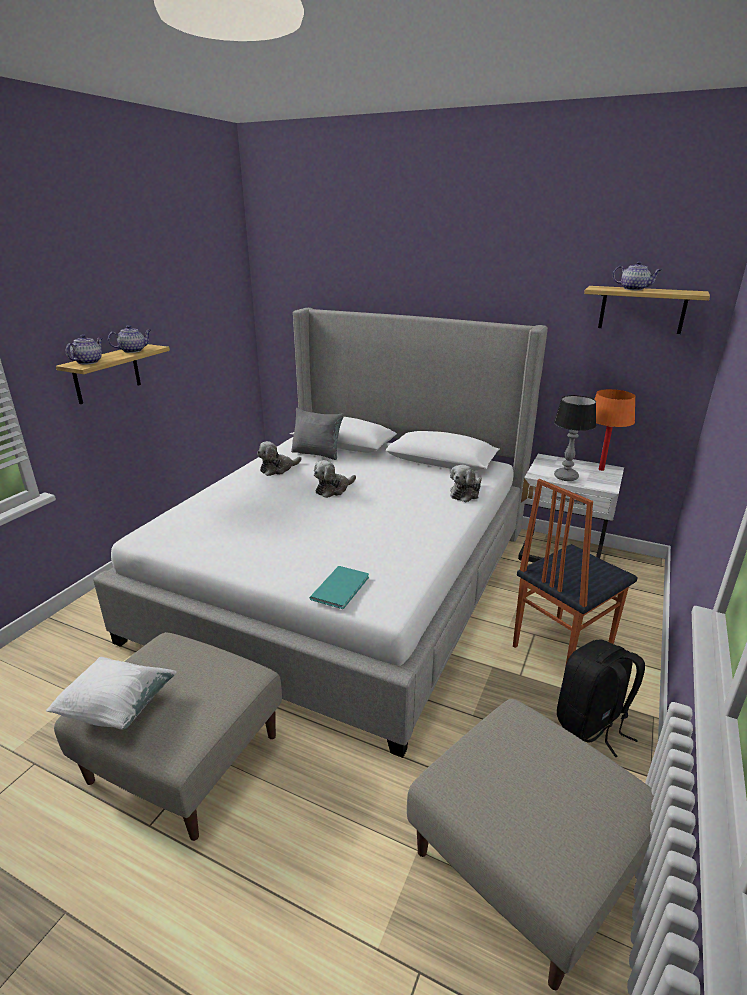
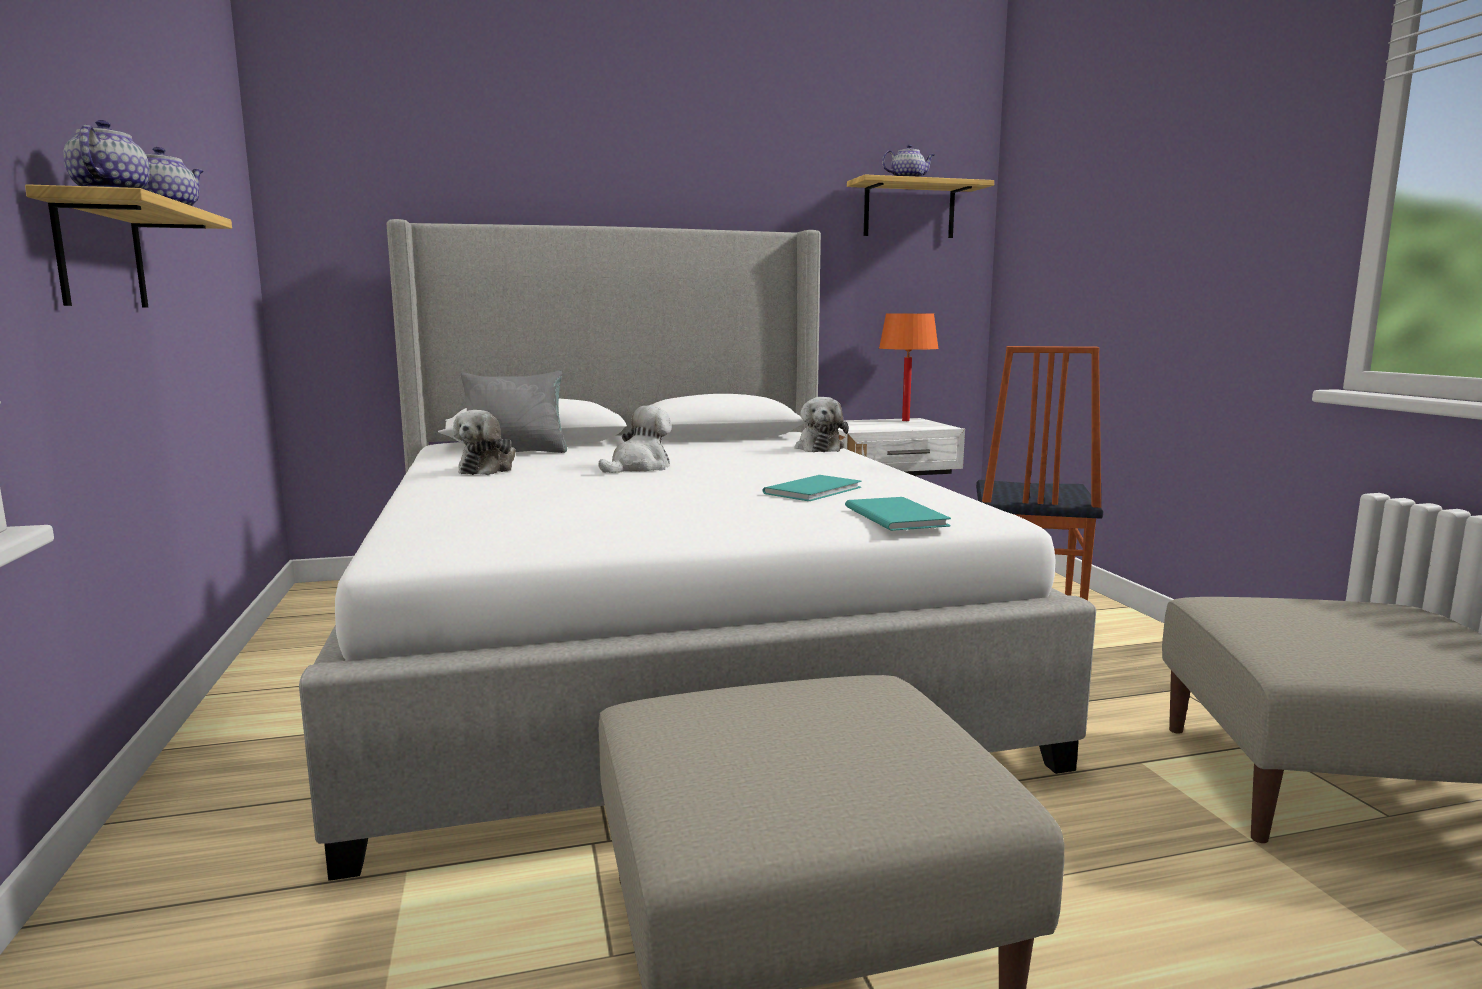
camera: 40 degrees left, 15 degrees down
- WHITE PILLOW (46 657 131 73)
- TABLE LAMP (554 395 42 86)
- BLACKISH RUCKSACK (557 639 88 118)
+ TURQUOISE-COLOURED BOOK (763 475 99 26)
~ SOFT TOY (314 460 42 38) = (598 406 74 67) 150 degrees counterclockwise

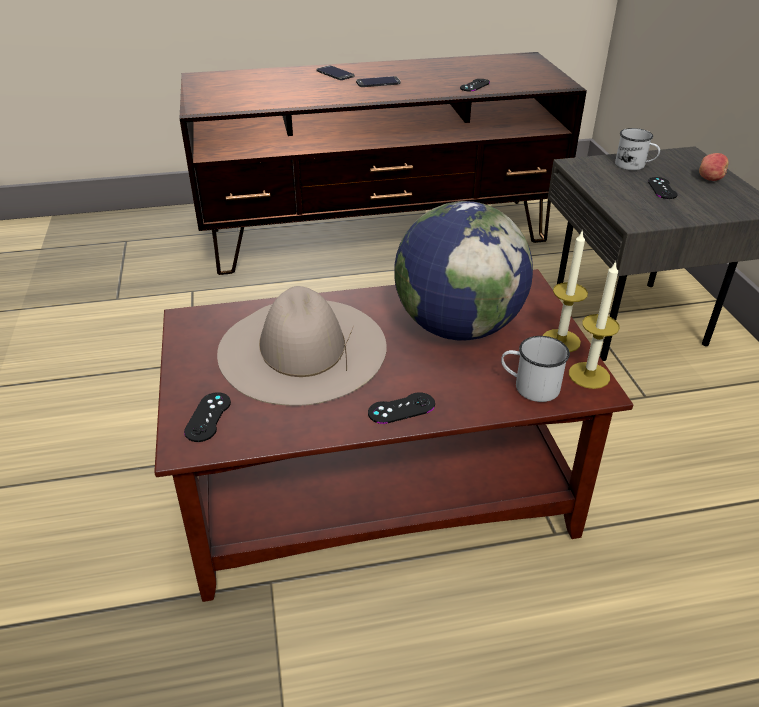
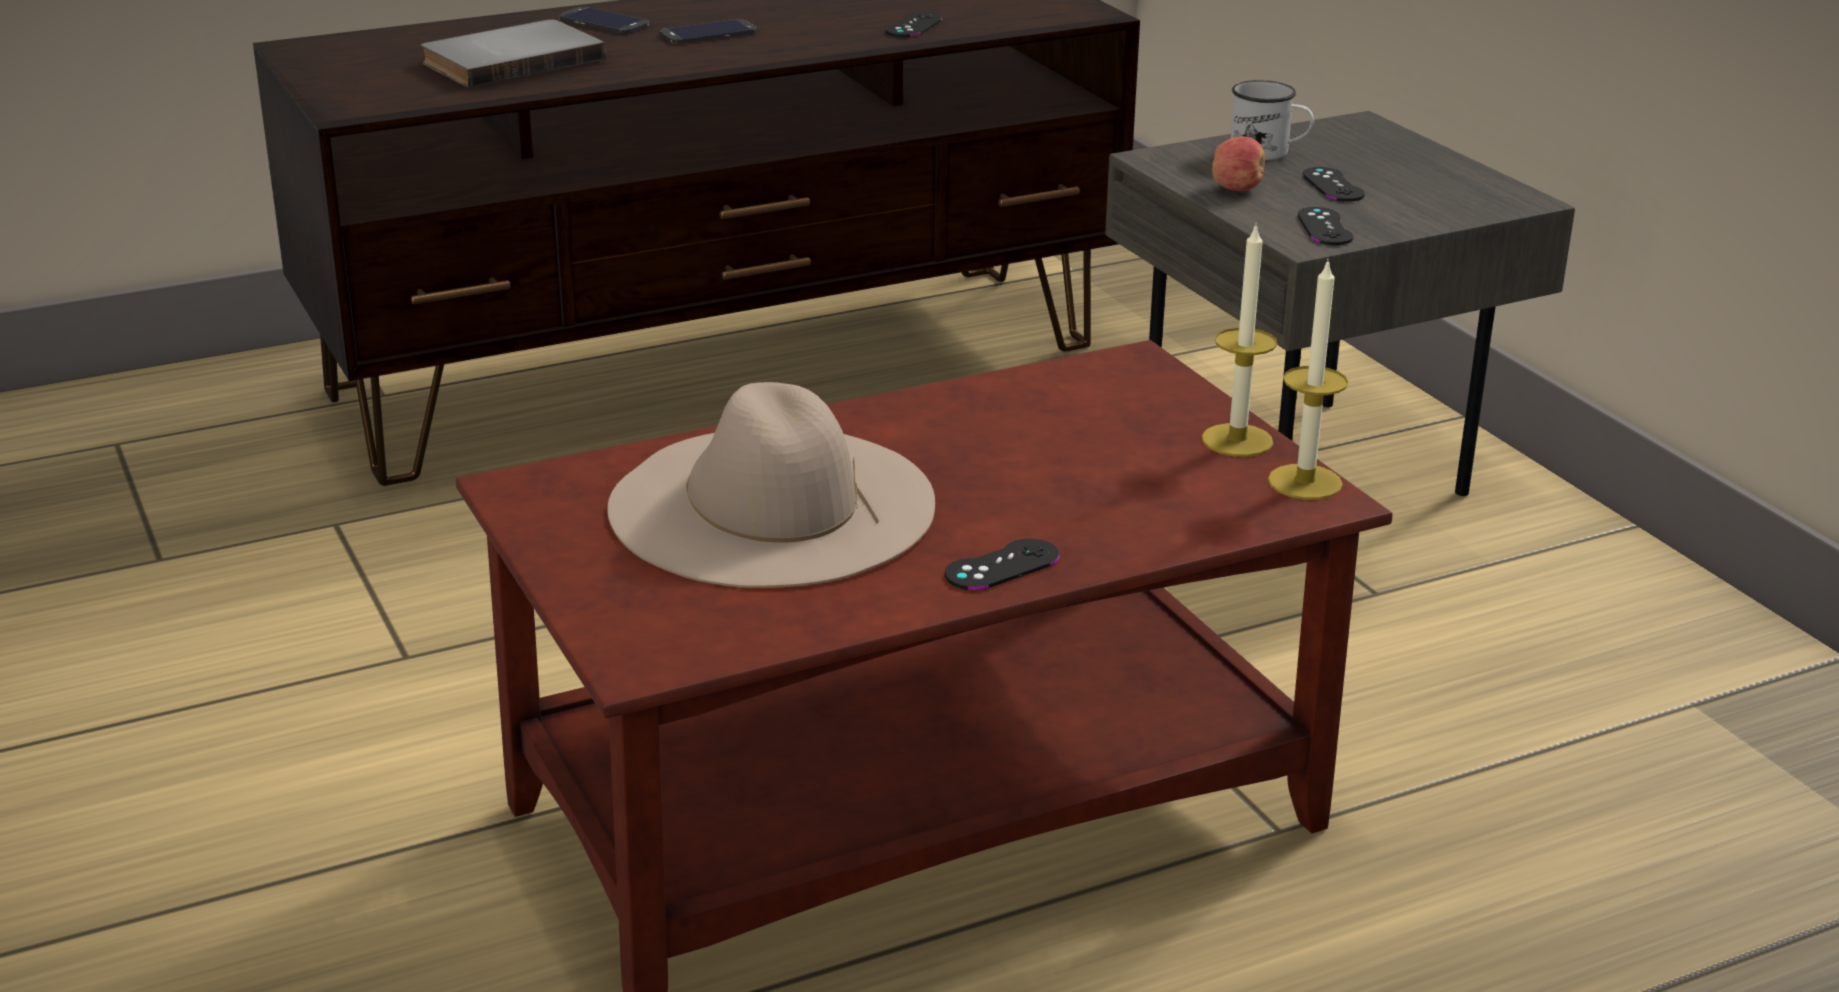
camera: 15 degrees left, 10 degrees down
- DESK GLOBE (394 201 139 140)
- WHITE MUG (501 336 69 66)
+ GRAY BOOK (421 19 185 68)
~ BLACKISH GAME CONTROLLER (184 392 47 50) to (1297 207 56 38)
~ APPLE (699 153 30 28) to (1212 136 53 55)

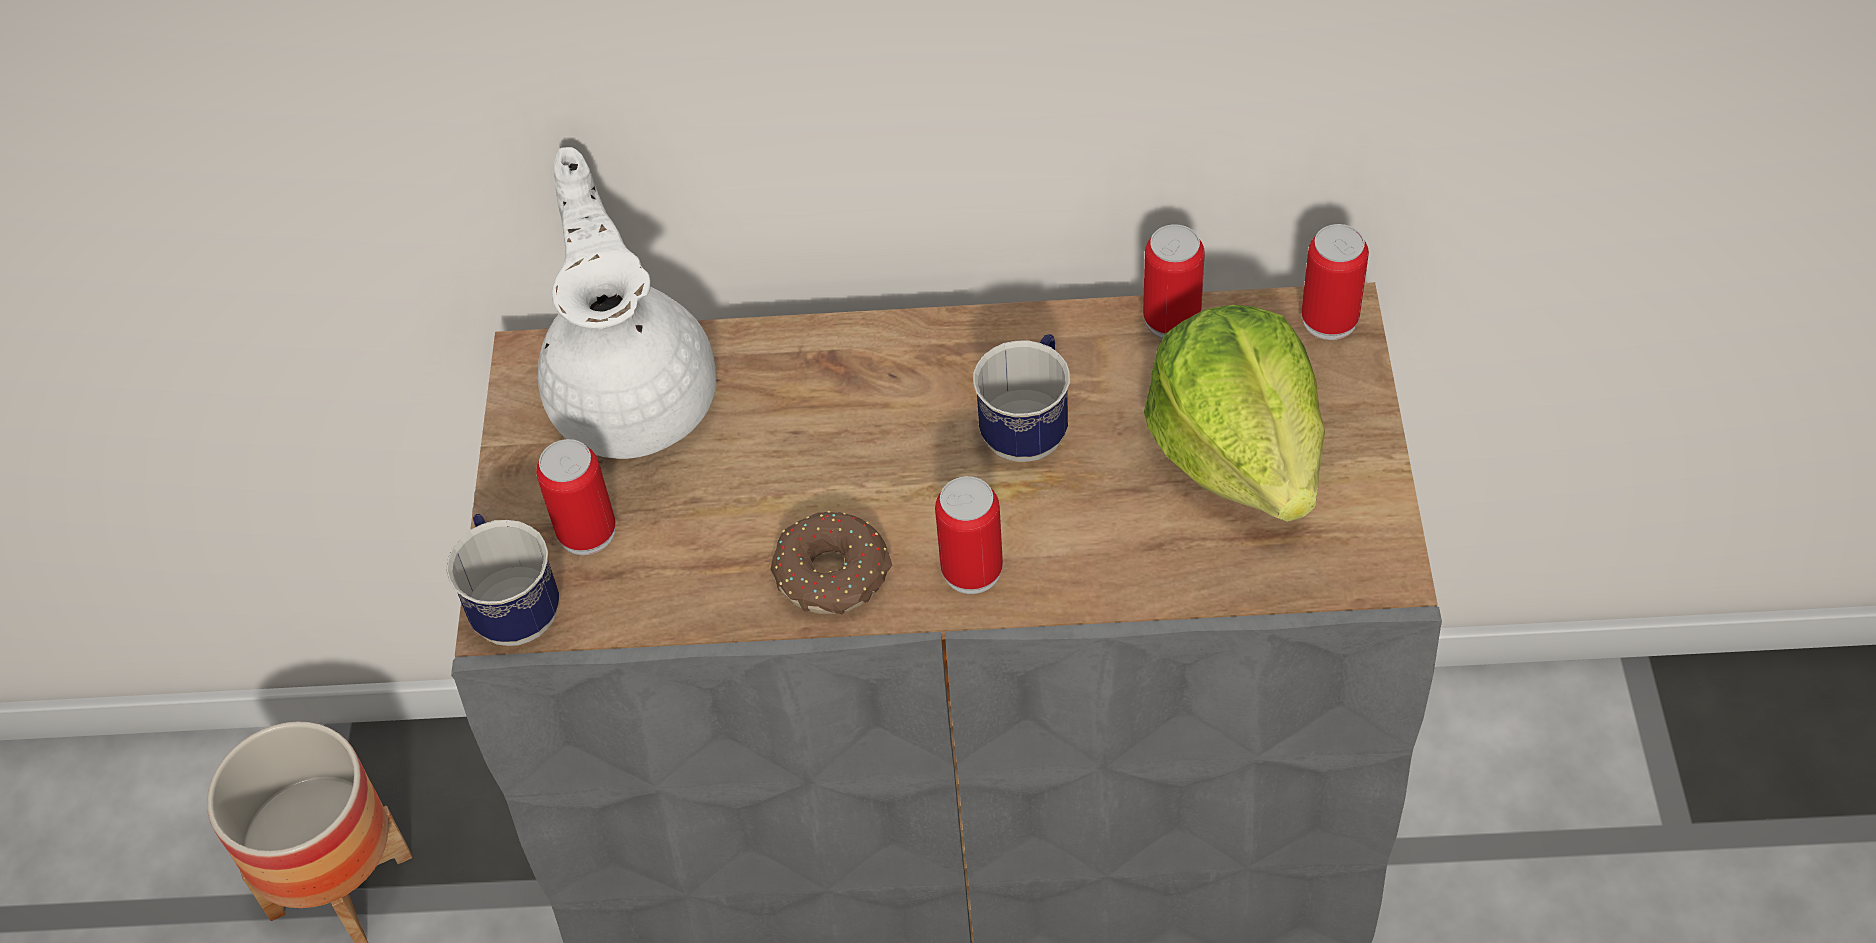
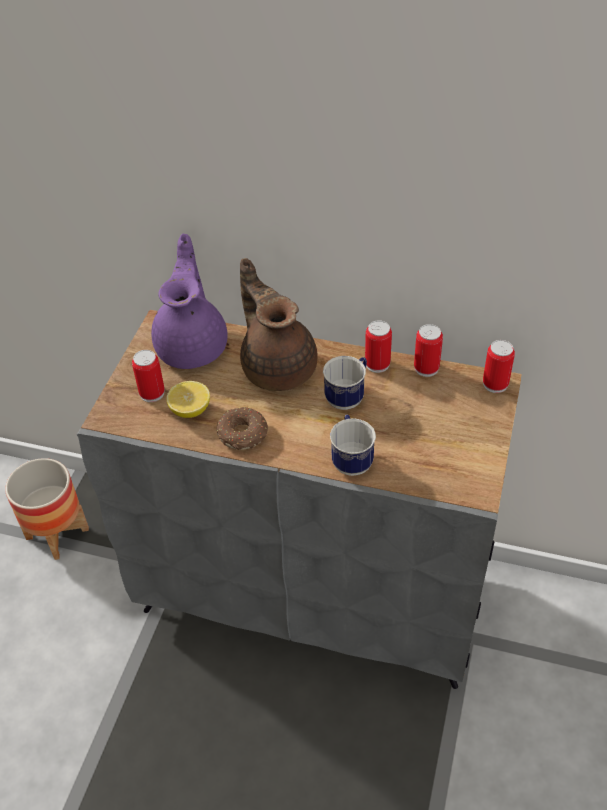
camera: 15 degrees right, 5 degrees down
- LETTUCE (1144 305 181 217)
+ LEMON (166 381 44 37)
+ BROWN POT FOR TEA (240 258 77 133)
~ MUG (446 514 113 132) to (330 414 46 62)
~ SEALED CAN (935 476 68 118) to (365 320 27 53)
~ WHITE POT FOR TEA (538 147 179 312) to PURPLE POT FOR TEA (151 234 77 135)

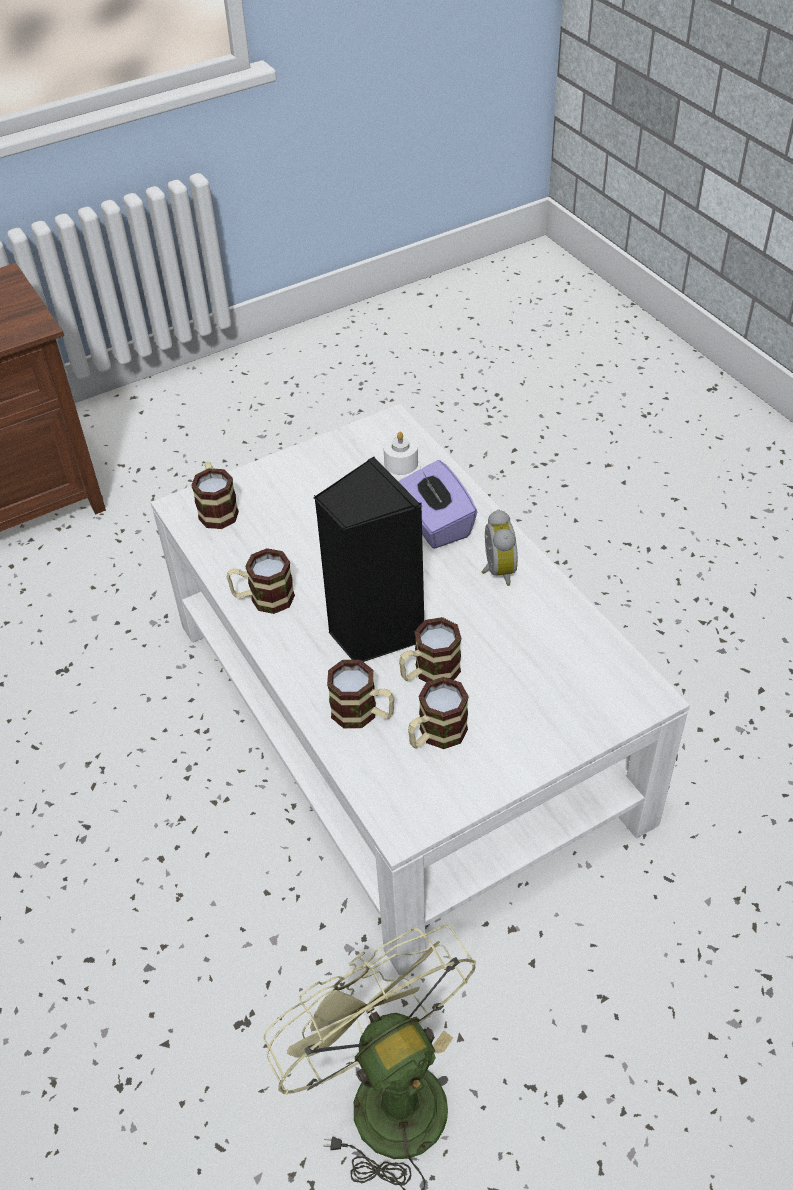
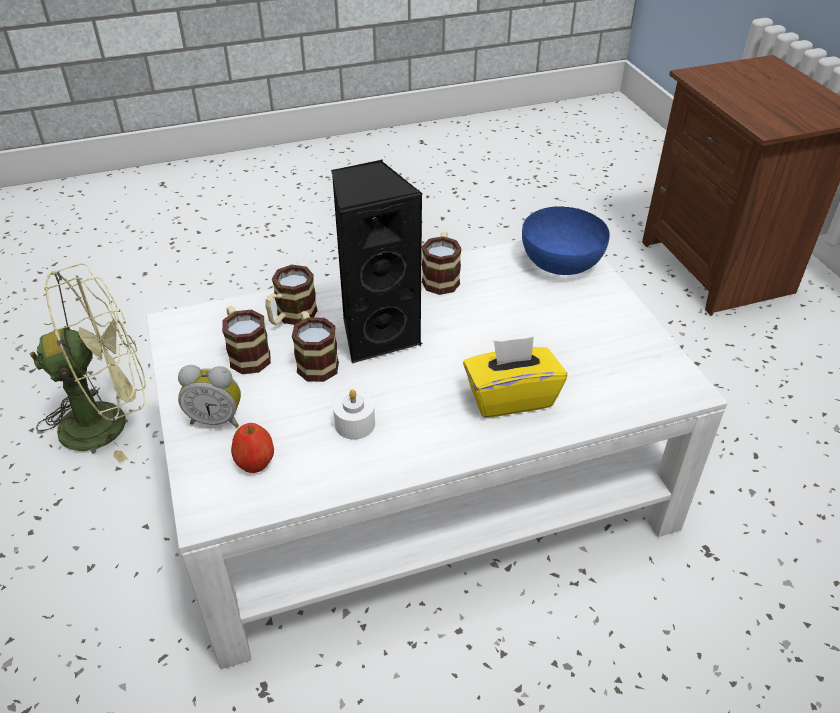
camera: 100 degrees right, 5 degrees down
+ APPLE (231 423 43 50)
~ WHITE CANDLE (383 432 35 43) to (333 389 42 51)
~ ALARM CLOCK (482 509 36 77) to (178 365 63 62)
~ MUG (191 462 48 67) to BLUE-COLOURED BOWL (522 206 88 69)
~ PURPLE TISSUE HOLDER (398 460 79 89) to YELLOW TISSUE HOLDER (463 337 104 81)

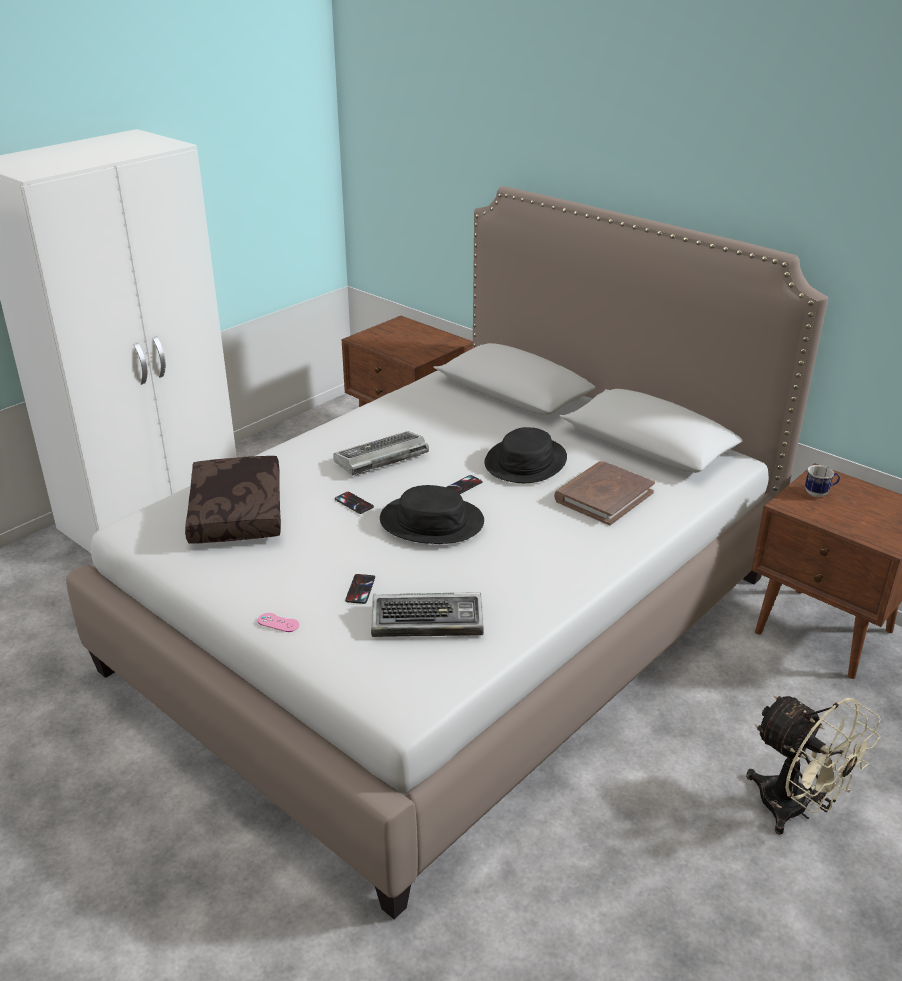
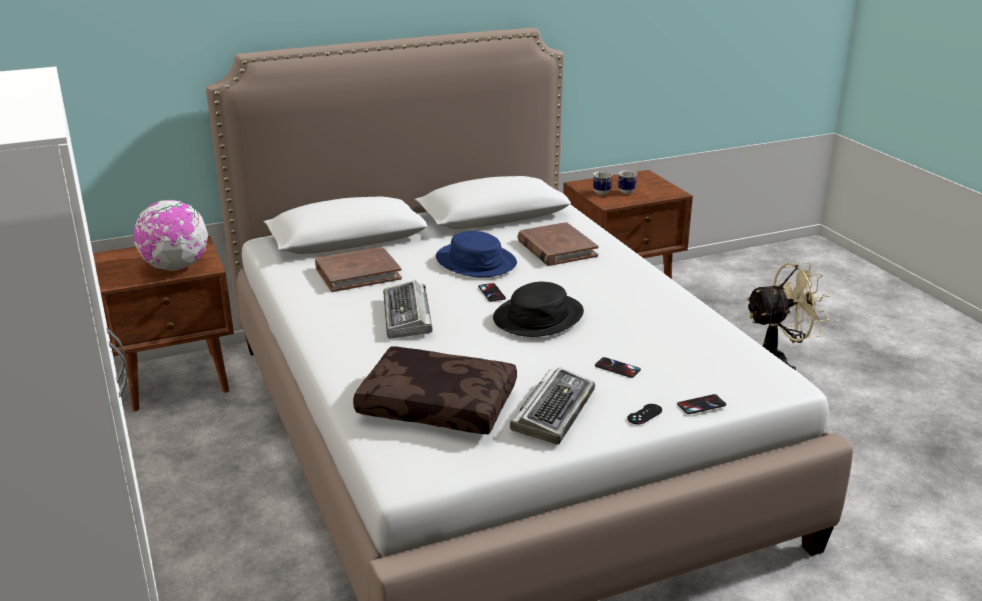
camera: 65 degrees left, 5 degrees down
+ DESK GLOBE (134 200 74 71)
+ BROWN BOOK (315 247 87 45)
+ MUG (618 171 19 23)
~ HANDSET (335 492 39 22) to (677 394 49 20)
~ PC KEYBOARD (371 592 113 45) to (510 367 85 78)
~ PINK-COLOURED GAME CONTROLLER (258 613 41 19) to BLACKISH GAME CONTROLLER (628 404 34 20)
~ BLACKISH HAT (485 427 82 56) to BLUE-COLOURED HAT (436 231 81 46)

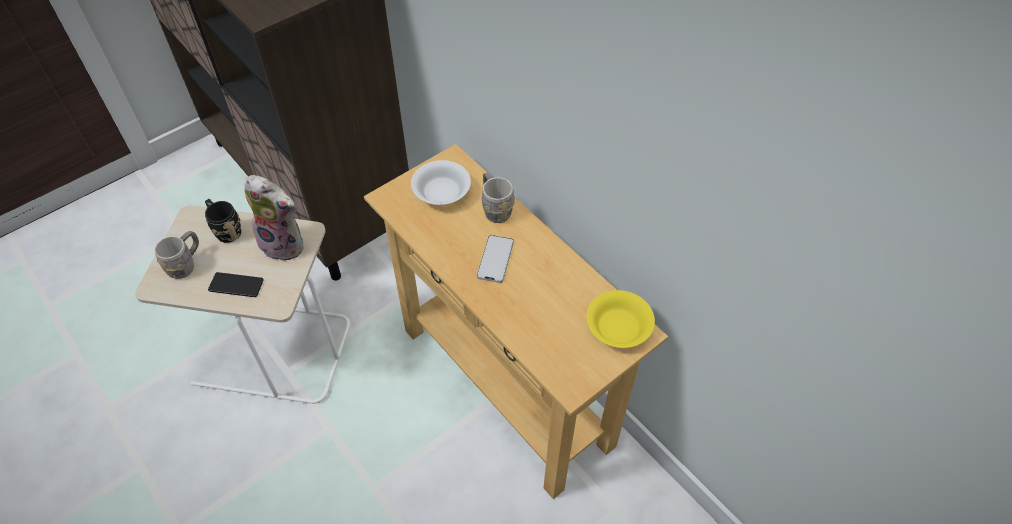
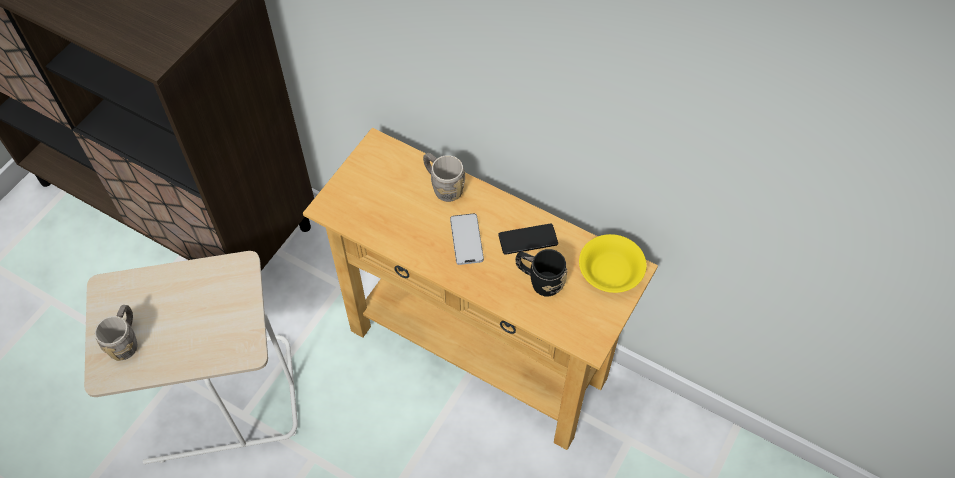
camera: 20 degrees left, 5 degrees up
- SOFT TOY (244 175 60 87)
- WHITE BOWL (411 160 60 45)
~ BLACKISH MUG (205 199 36 44) to (515 249 52 47)
~ HANDSET (208 272 56 25) to (498 224 60 31)

